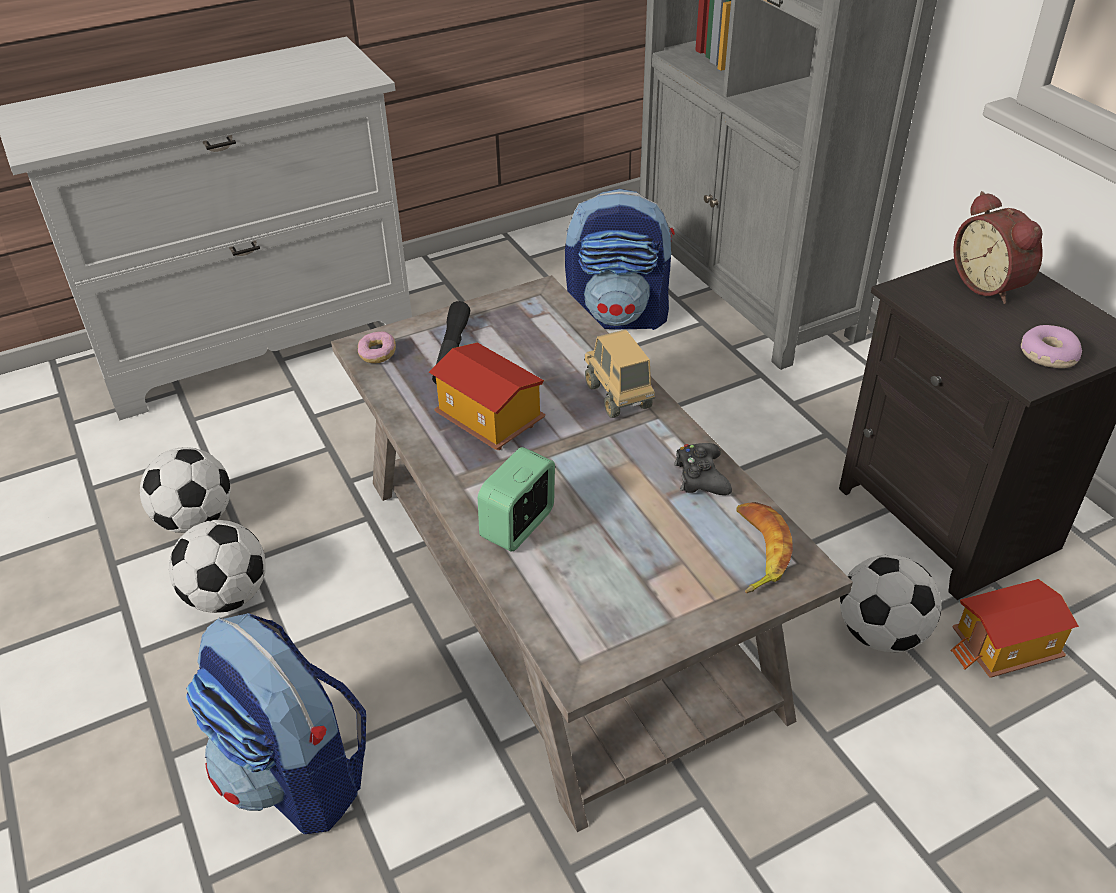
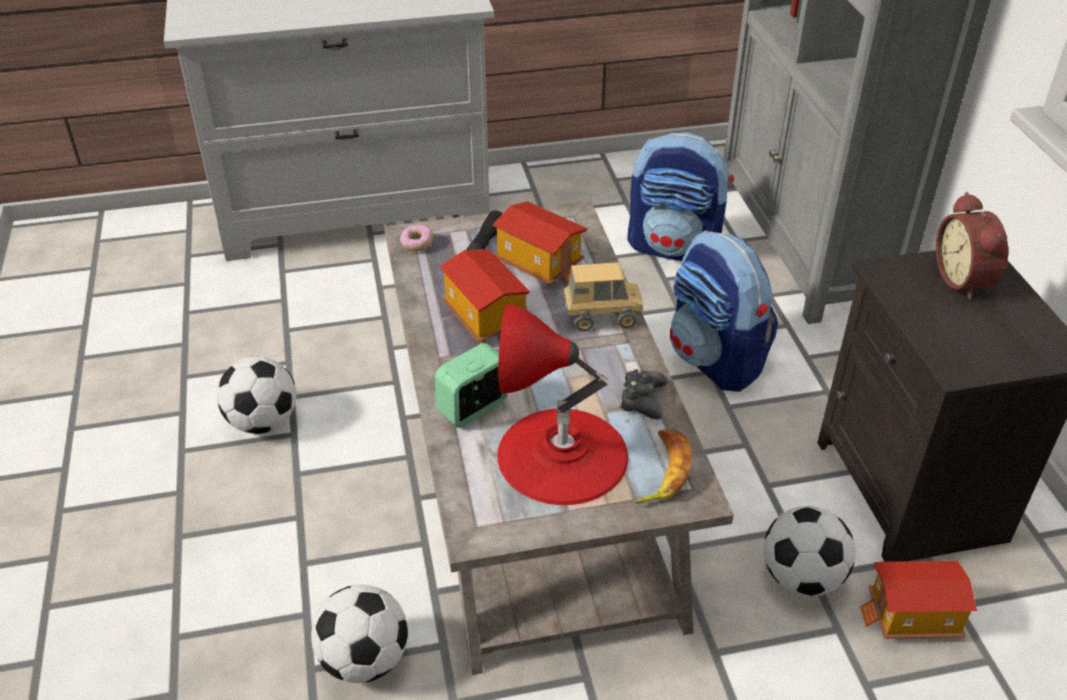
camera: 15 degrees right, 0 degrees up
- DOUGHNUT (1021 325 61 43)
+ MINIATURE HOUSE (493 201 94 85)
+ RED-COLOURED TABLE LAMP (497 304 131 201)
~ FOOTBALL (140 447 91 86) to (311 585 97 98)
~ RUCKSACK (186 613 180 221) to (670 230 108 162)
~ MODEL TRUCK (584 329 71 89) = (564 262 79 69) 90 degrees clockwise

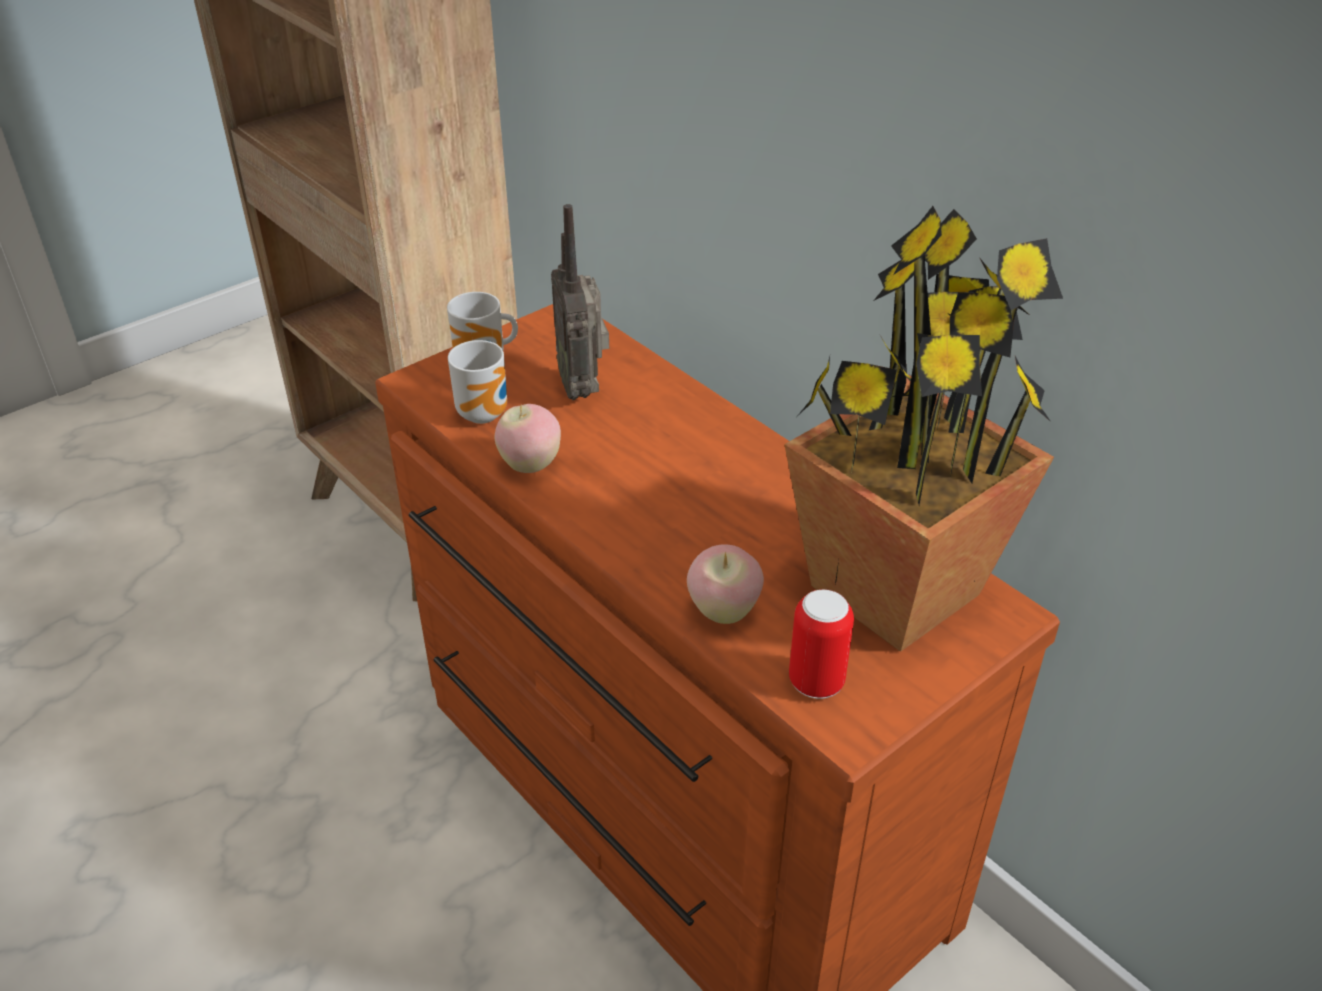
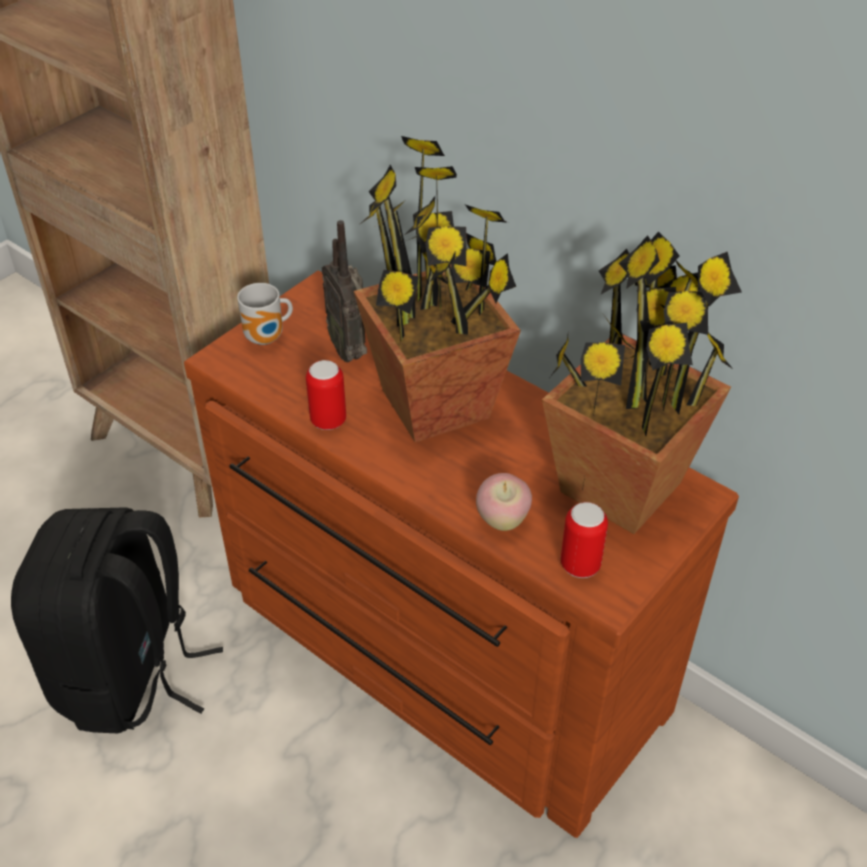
camera: 10 degrees left, 5 degrees up
- MUG (448 340 59 84)
+ BLACKISH RUCKSACK (11 507 212 226)
+ PLANT IN A POT (354 136 167 306)
~ APPLE (495 404 66 69) to SEALED CAN (306 360 40 70)

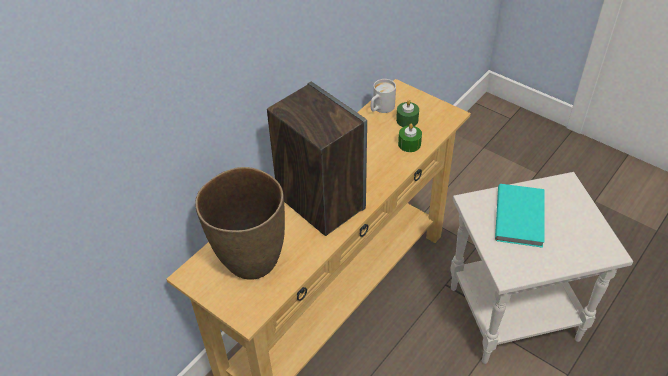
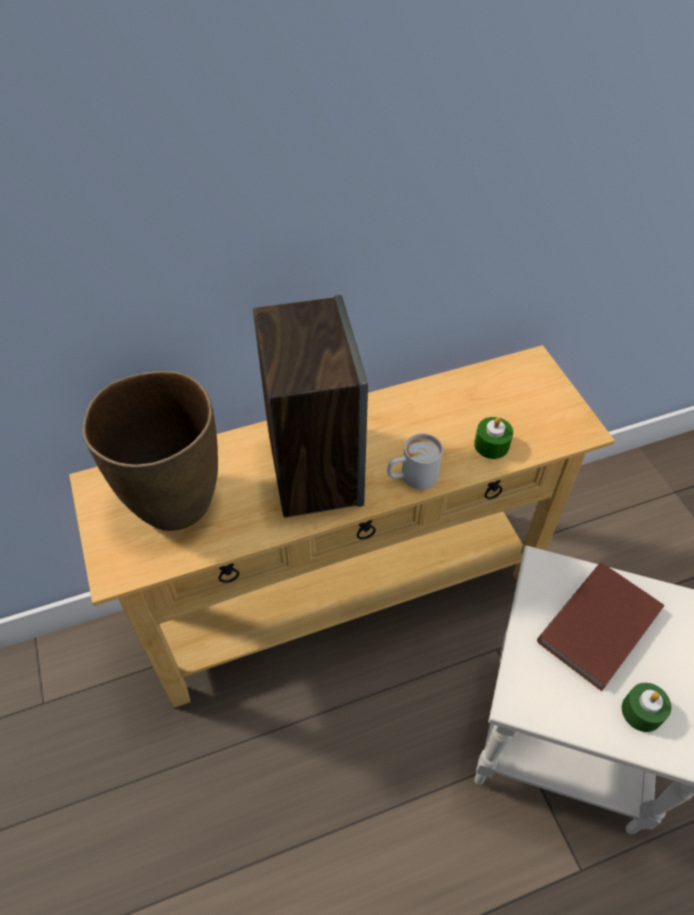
camera: 30 degrees right, 5 degrees up
~ WHITE MUG (371 79 25 34) to (387 433 56 57)
~ GREEN CANDLE (396 100 23 27) to (622 683 49 49)
~ TURQUOISE-COLOURED BOOK (495 184 50 64) to BROWN BOOK (537 563 128 128)

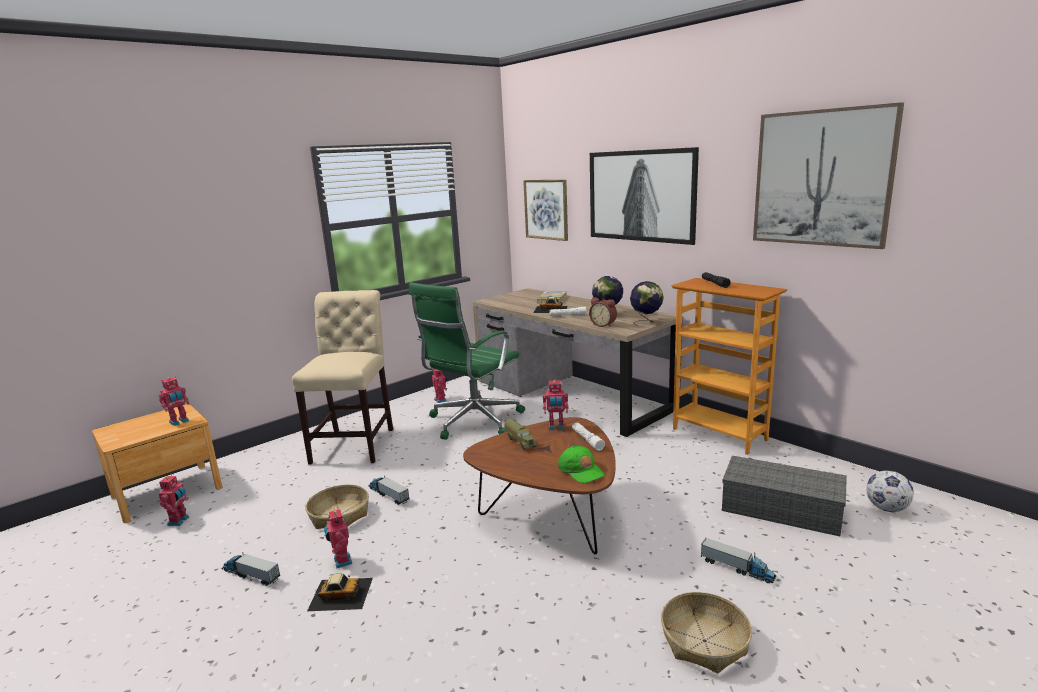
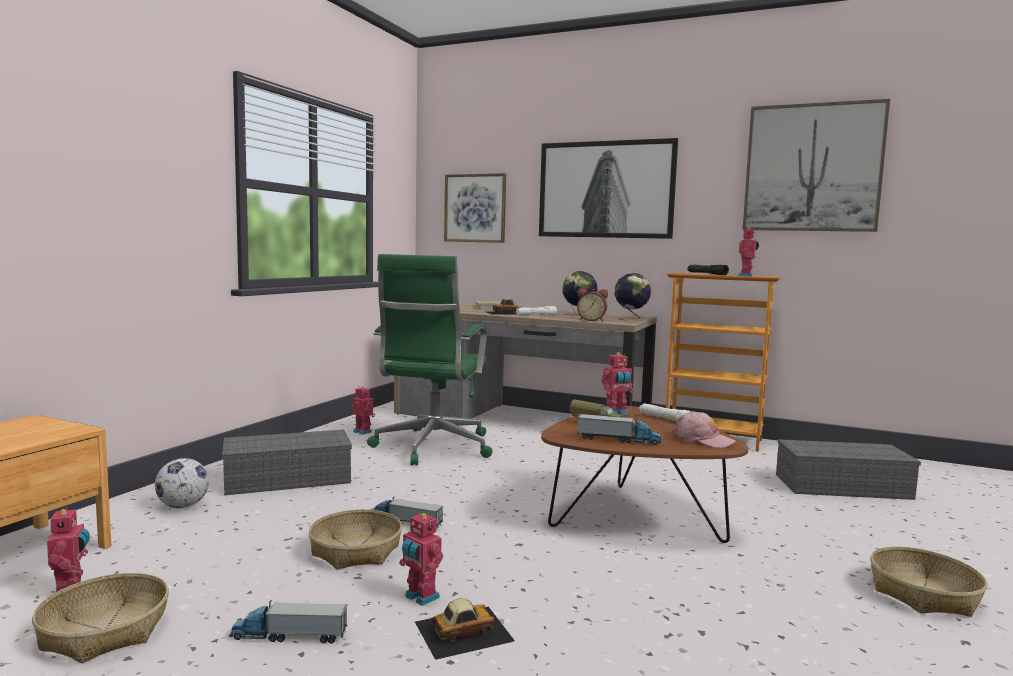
camera: 25 degrees left, 10 degrees down
+ STORAGE BASKET (32 573 137 90)
~ ROBOT FIGURE (159 376 31 50) to (738 227 21 50)
~ MODEL TRUCK (701 538 75 45) to (577 414 84 31)
~ FOOTBALL (866 470 48 42) to (155 458 54 50)
~ BEIGE UPRIGHT CHAIR (292 290 101 175) to GRAY STORAGE CONTAINER (222 430 130 65)
~ GREEN PEAKED CAP (558 446 47 37) to PINK-COLOURED PEAKED CAP (673 411 63 37)

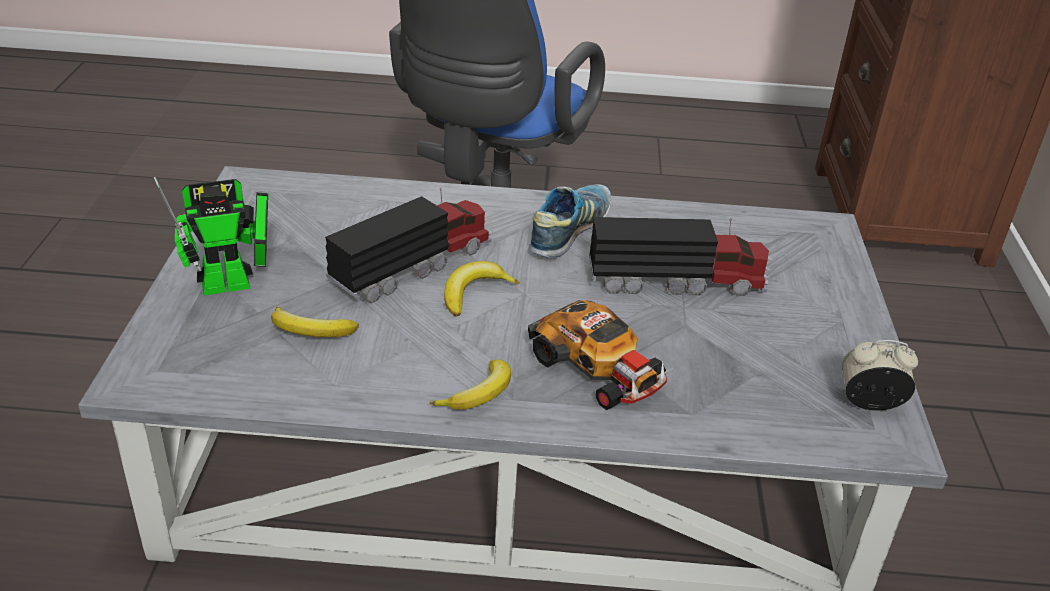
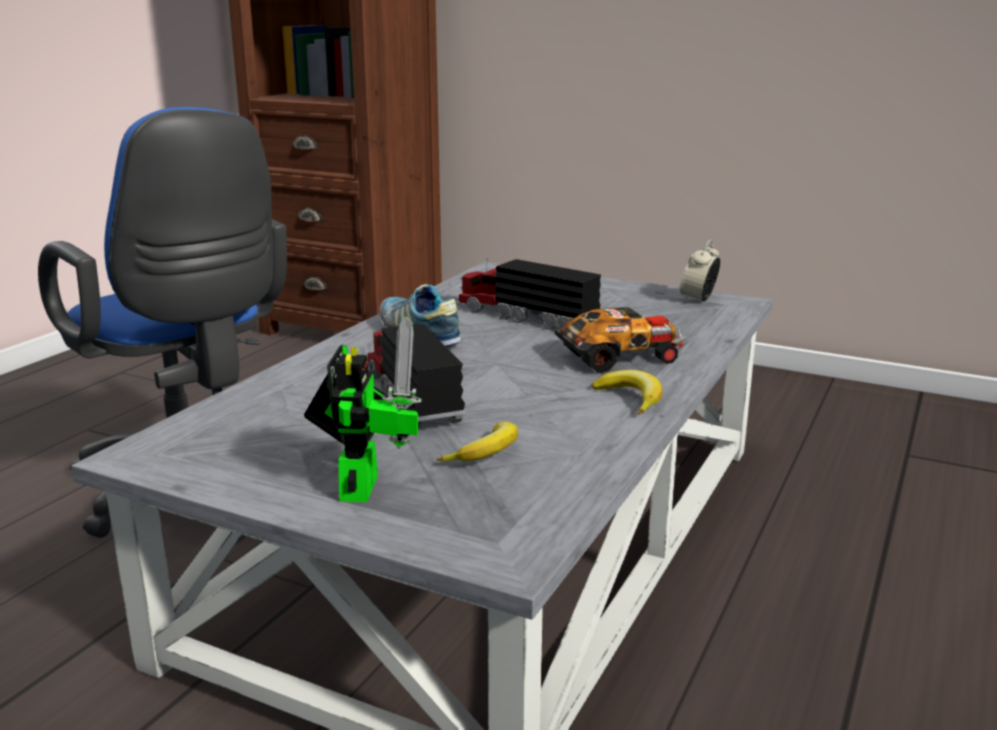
camera: 65 degrees left, 15 degrees down
- BANANA FRUIT (444 261 75 55)
~ MODEL TRUCK (589 217 185 79) = (456 257 145 73) 75 degrees counterclockwise

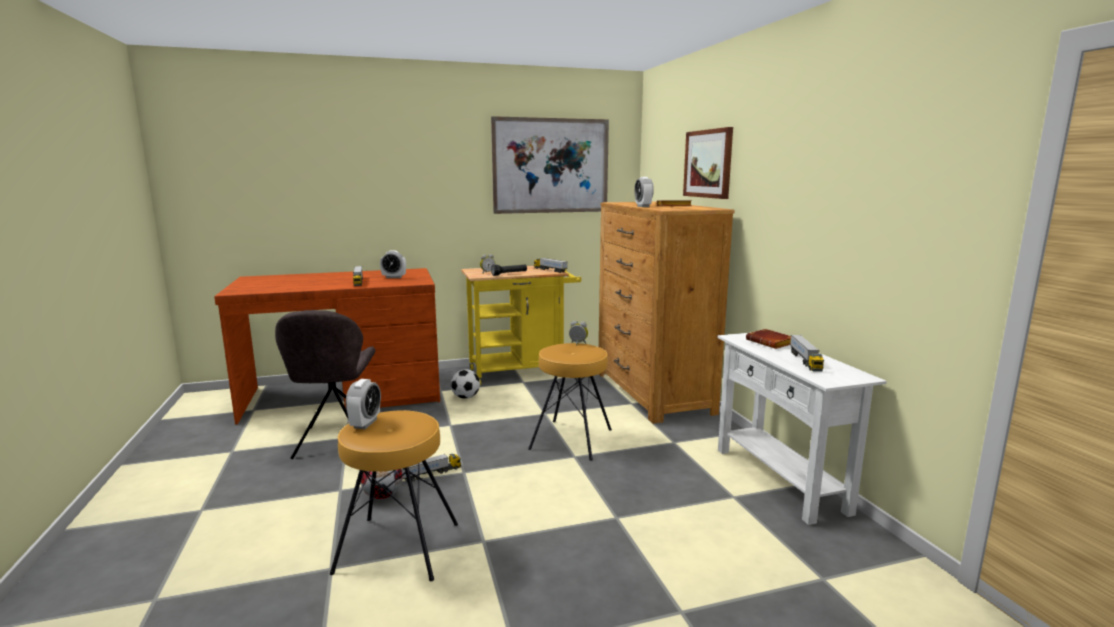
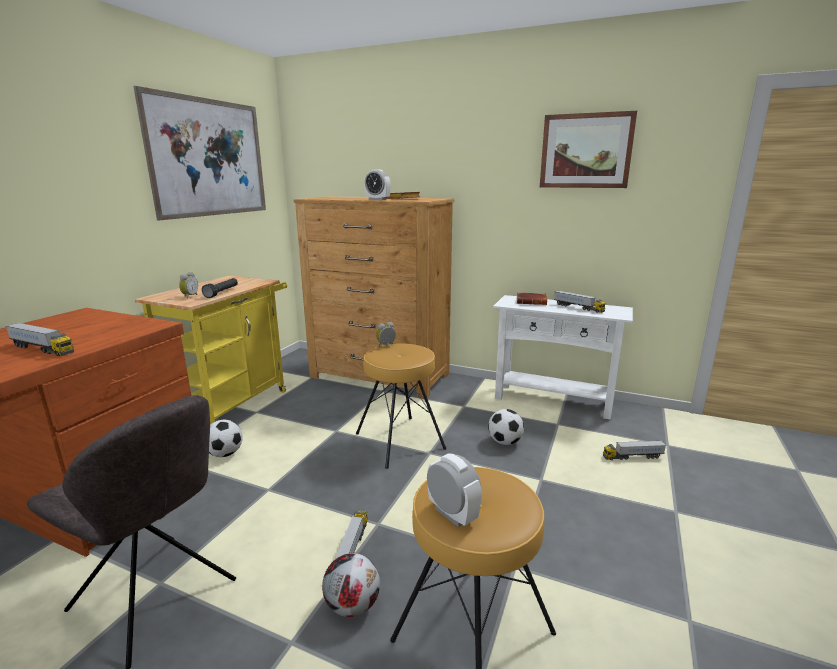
camera: 50 degrees left, 5 degrees up
- ALARM CLOCK (380 250 26 28)
+ FOOTBALL (488 409 36 36)
~ MODEL TRUCK (534 258 33 15) to (603 440 63 20)
~ PICTURE (683 127 50 72) to (540 111 97 77)

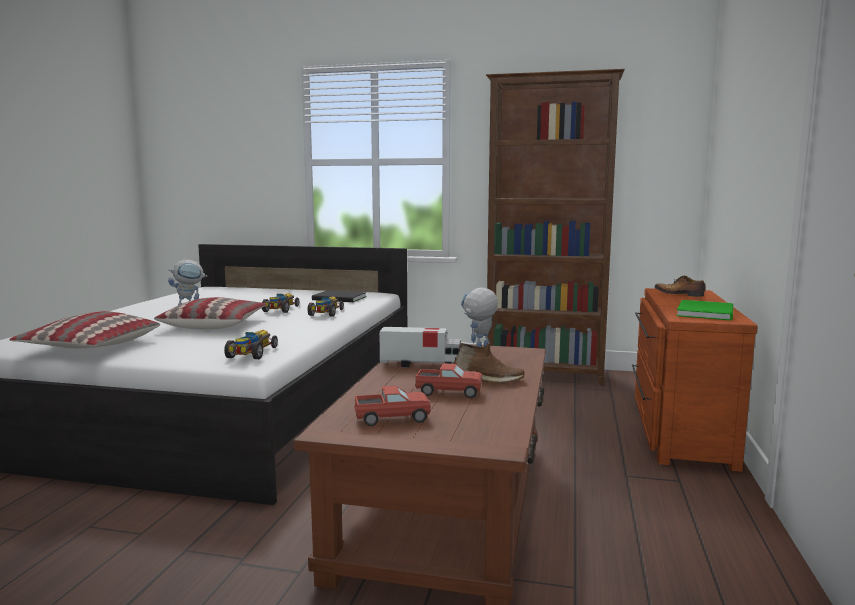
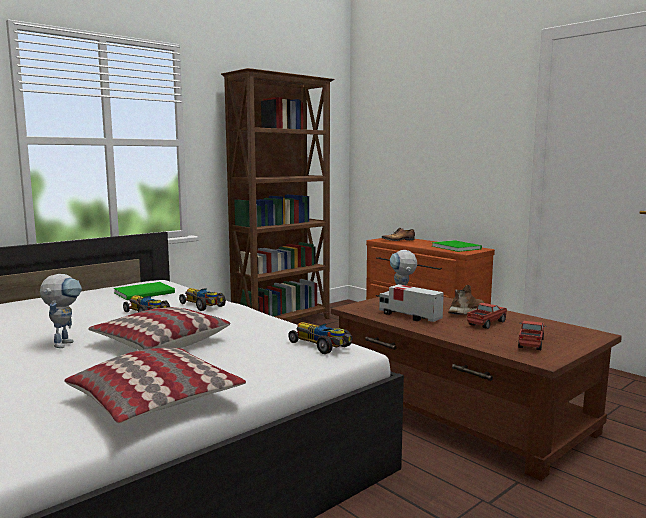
camera: 55 degrees left, 0 degrees up
~ BLACKISH BOOK (312 290 55 12) to GREEN BOOK (114 282 61 18)
~ MODEL TRUCK (379 327 82 40) = (379 284 65 38) 90 degrees counterclockwise

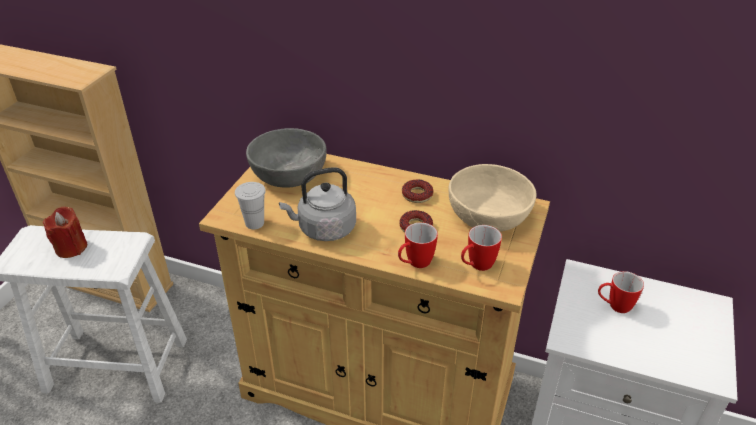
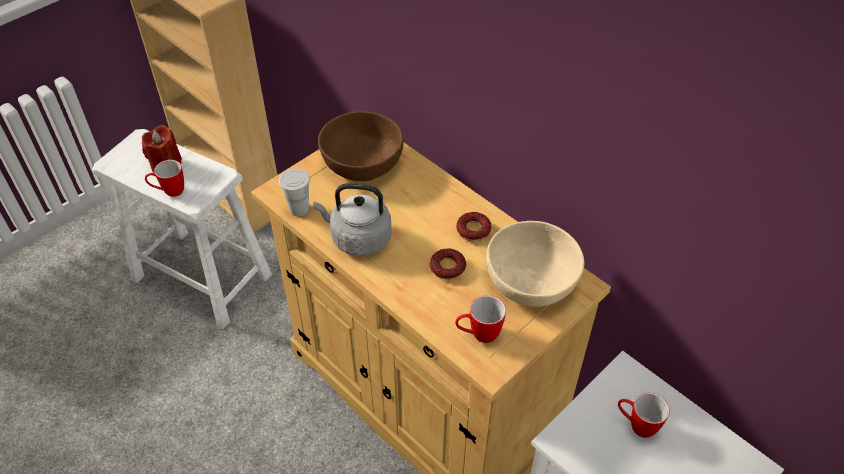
camera: 25 degrees right, 10 degrees up
~ MUG (398 222 40 46) to (145 160 39 37)
~ GRAY BOWL (246 128 81 60) to BROWN BOWL (318 111 86 70)

